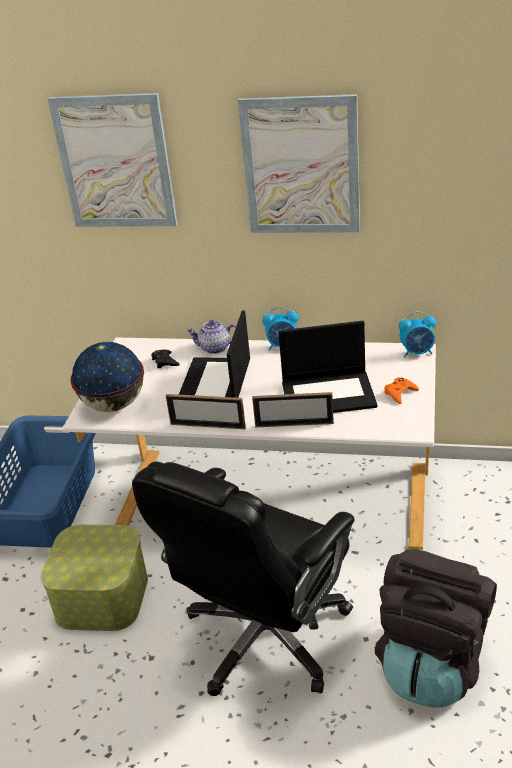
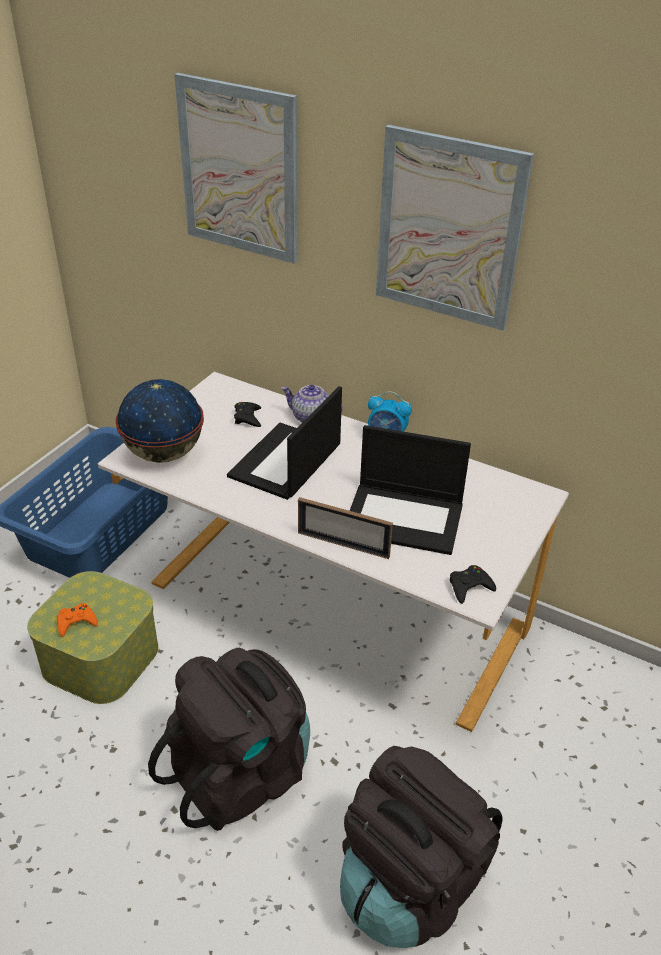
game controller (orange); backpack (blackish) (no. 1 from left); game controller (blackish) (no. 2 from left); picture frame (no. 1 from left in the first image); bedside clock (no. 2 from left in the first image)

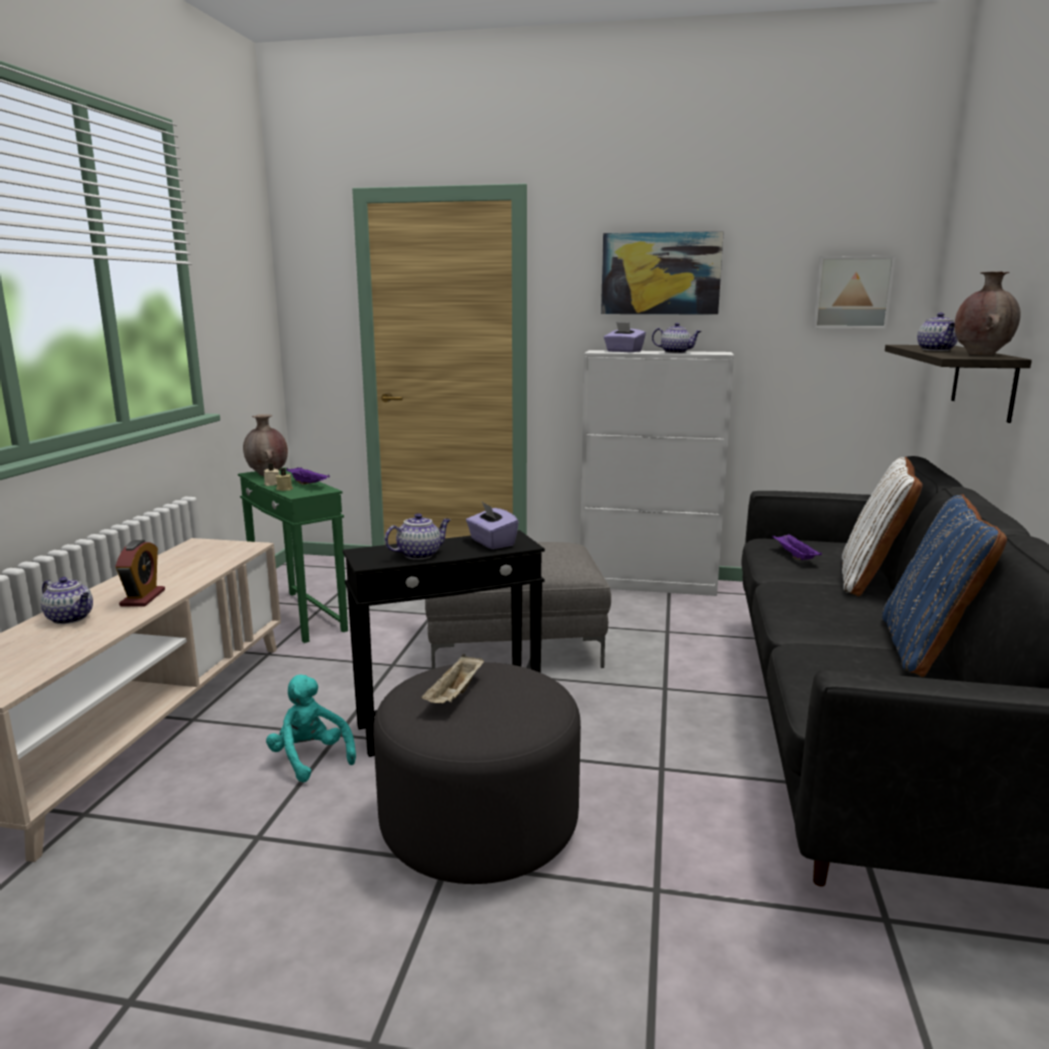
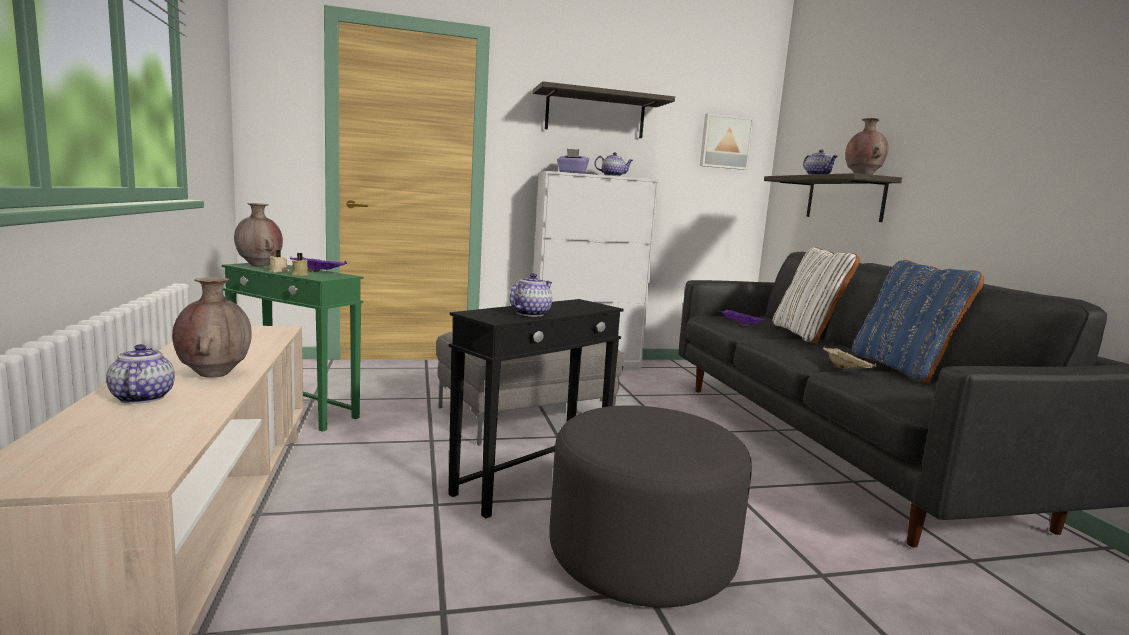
pot for tea (no. 1 from left); vase (brown-coloured) (no. 1 from left); shelf (no. 1 from left); serving tray (sand-coloured); plush toy (turquoise); box of tissues (purple-coloured) (no. 1 from left in the first image)

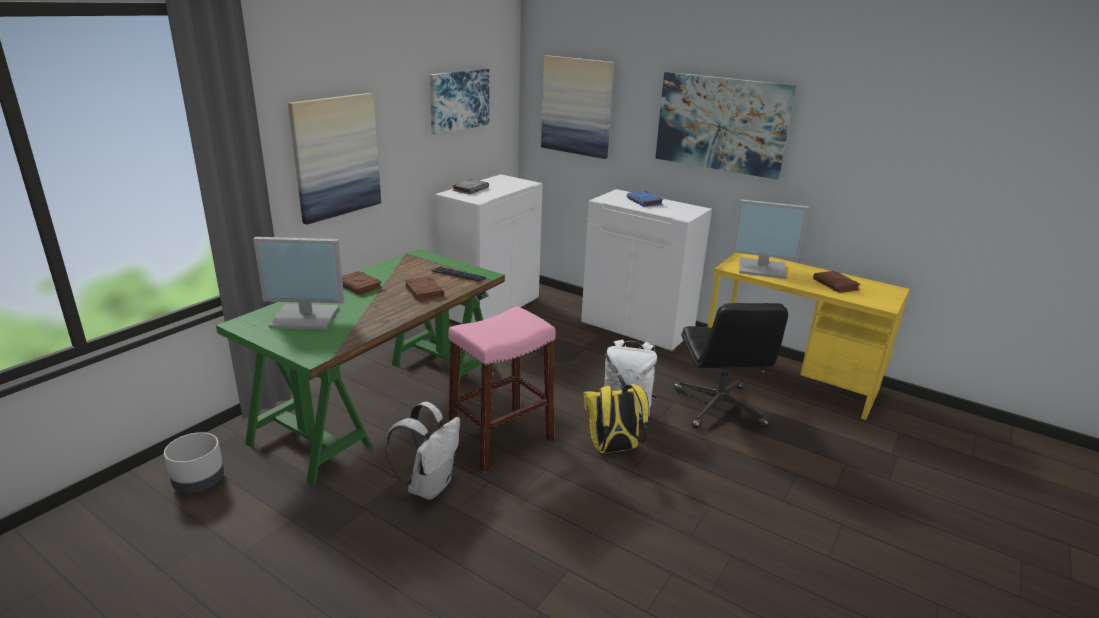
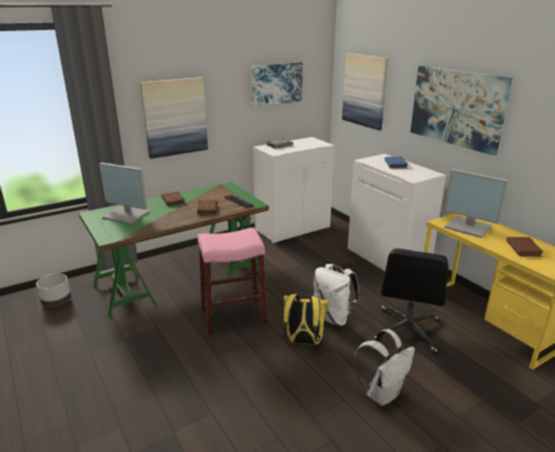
backpack (white-coloured) (no. 2 from left)

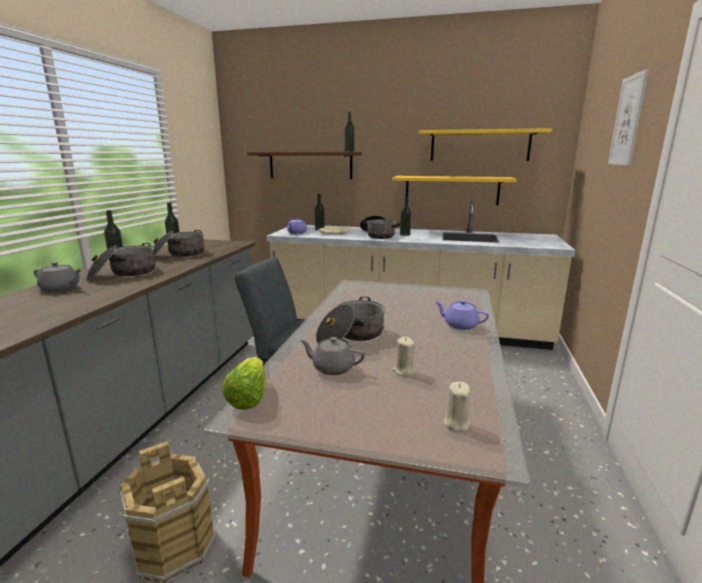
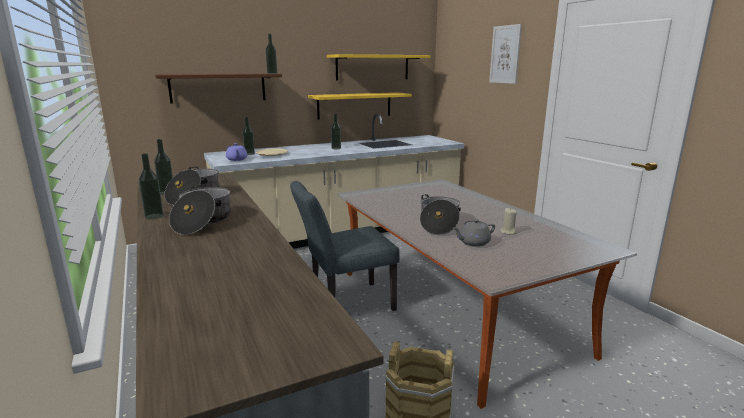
pot for tea (gray) (no. 1 from left in the first image); lettuce; stockpot (no. 4 from left in the first image); pot for tea (purple-coloured) (no. 2 from left in the first image); candle (sand-coloured) (no. 2 from left in the first image)

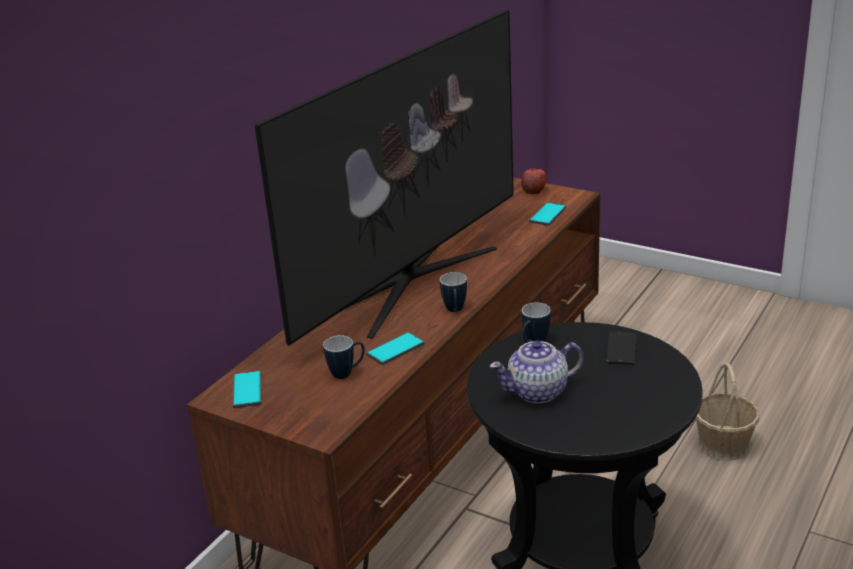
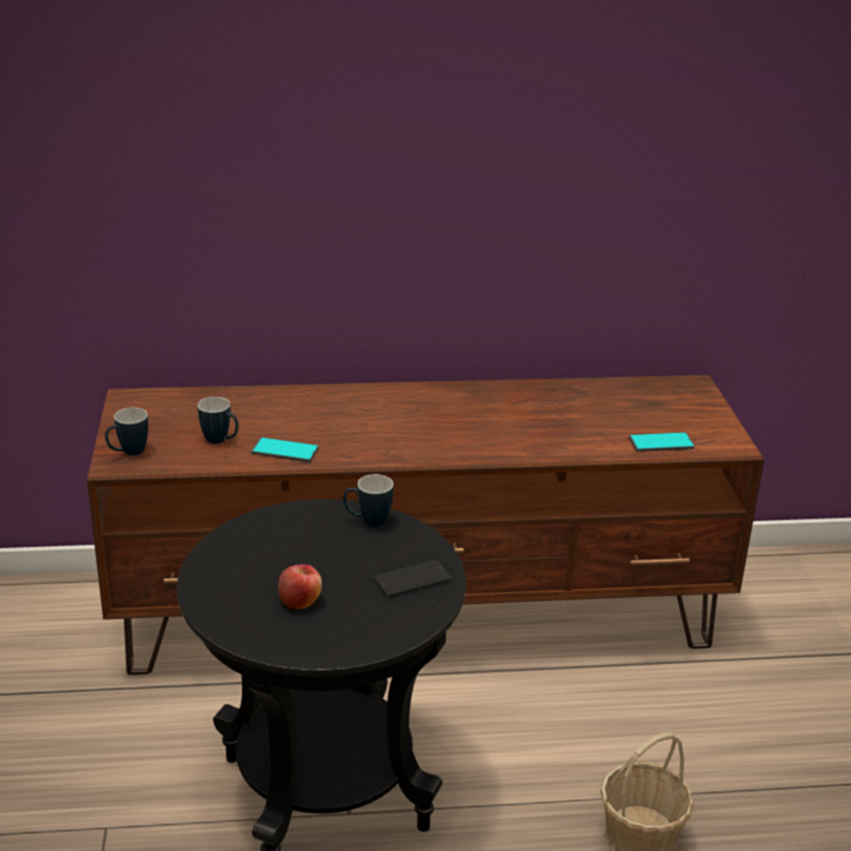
mug (no. 1 from left); whole apple; handset (no. 1 from left in the first image); television; pot for tea

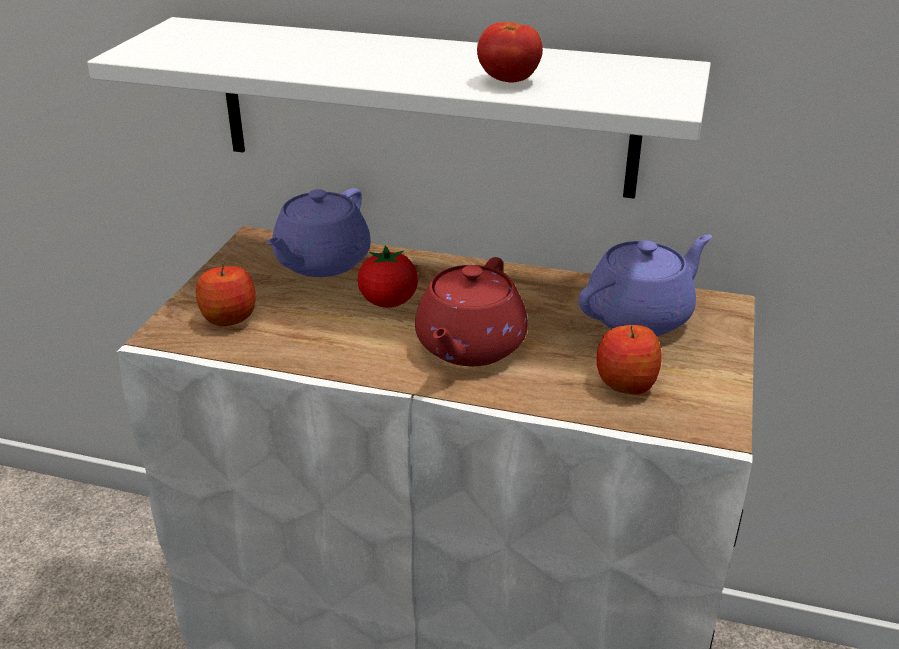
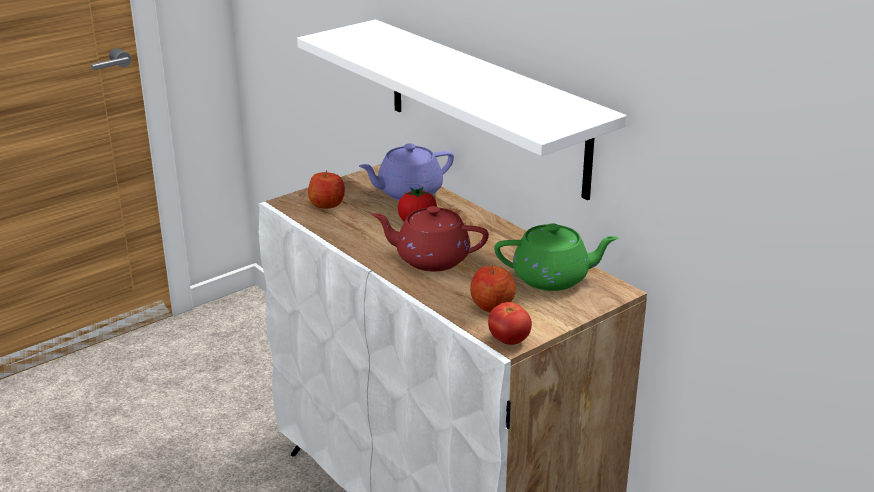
pot for tea (reddish); fresh tomato (no. 2 from left); pot for tea (greenish)

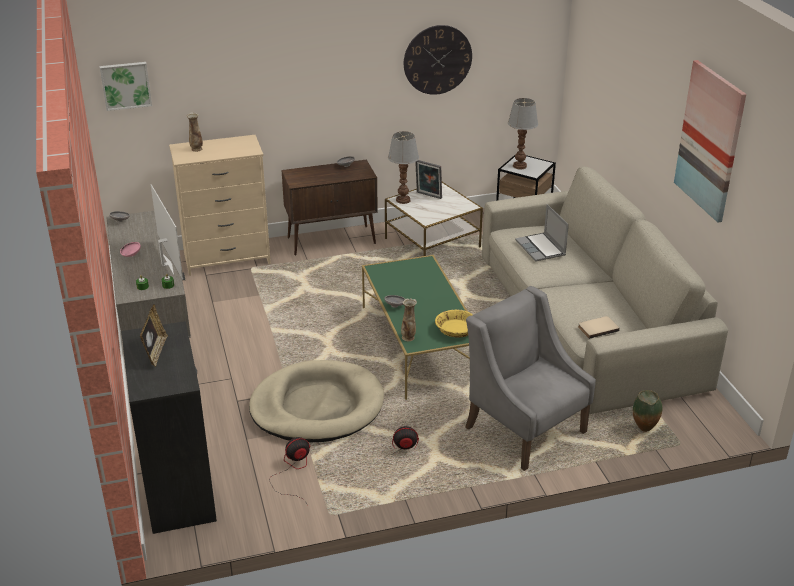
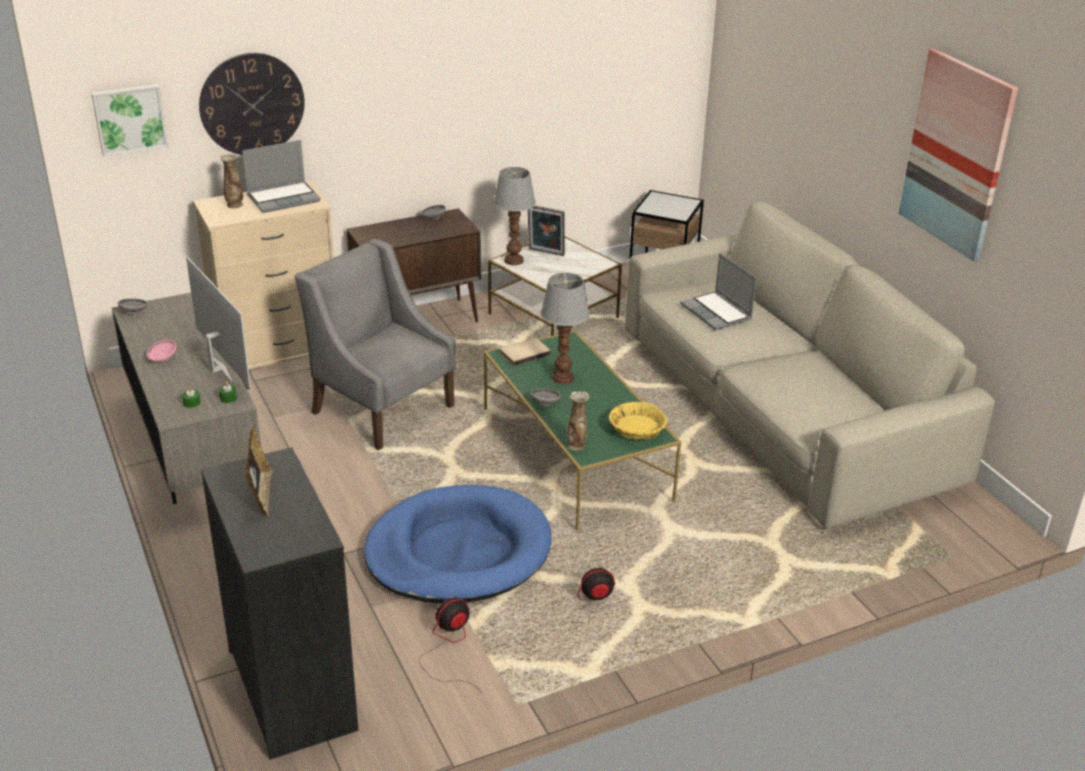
wall clock; portable computer (no. 1 from left); easy chair (gray); dog cushion (blue-coloured); bound book (sand-coloured); tabletop lamp (no. 2 from left); vase (no. 3 from left in the first image)

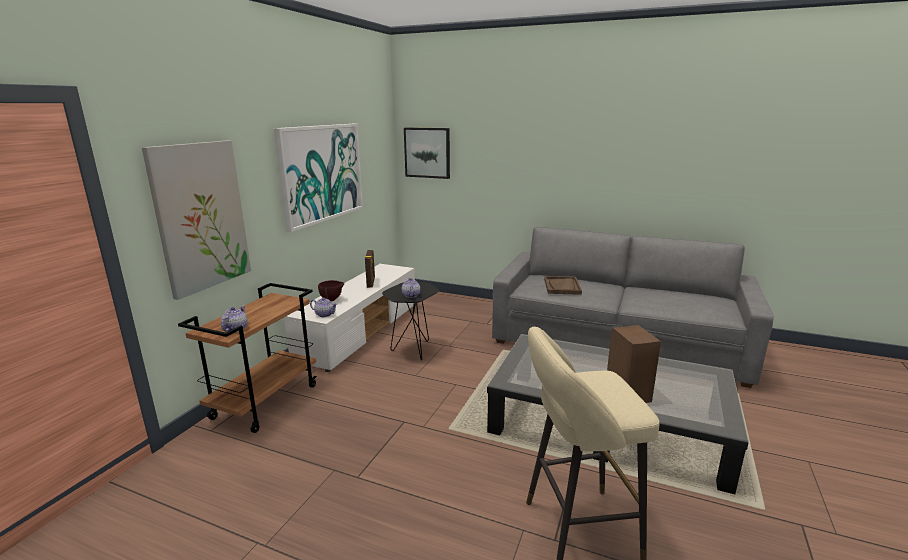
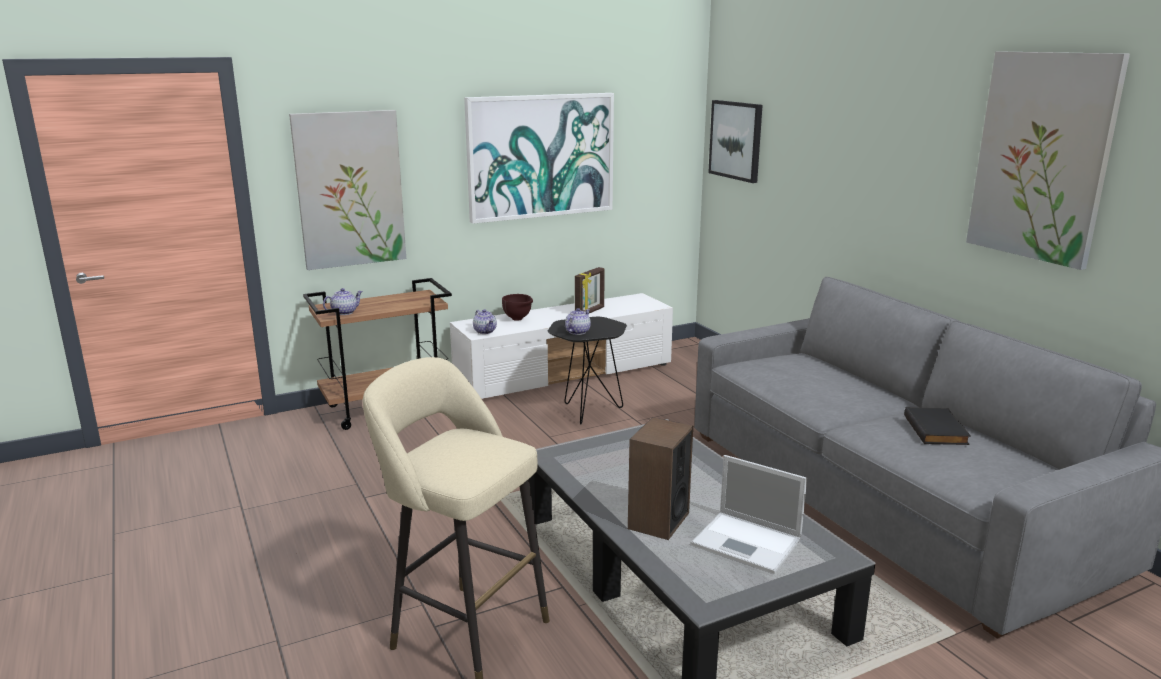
portable computer; bound book (blackish); wall picture (no. 4 from left); serving tray (brown-coloured)

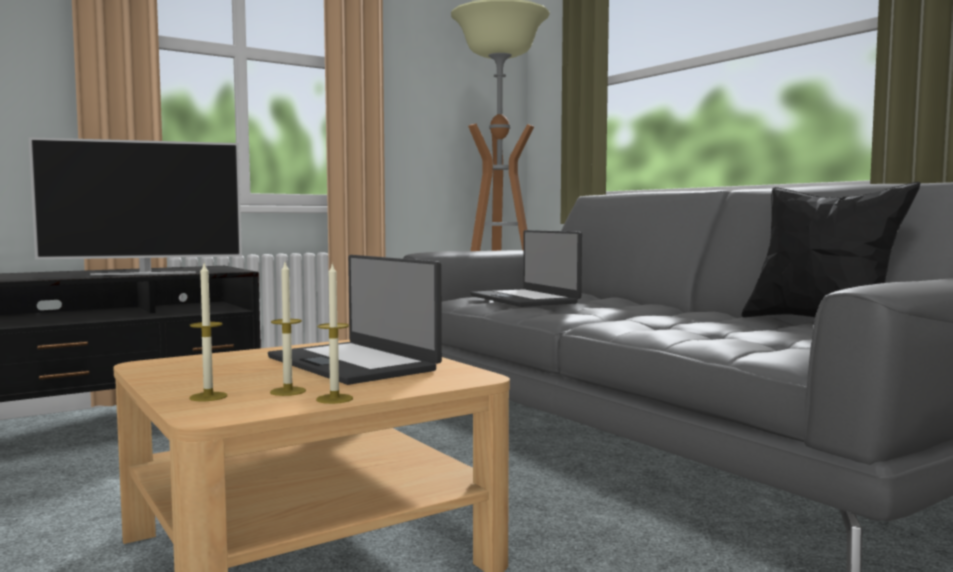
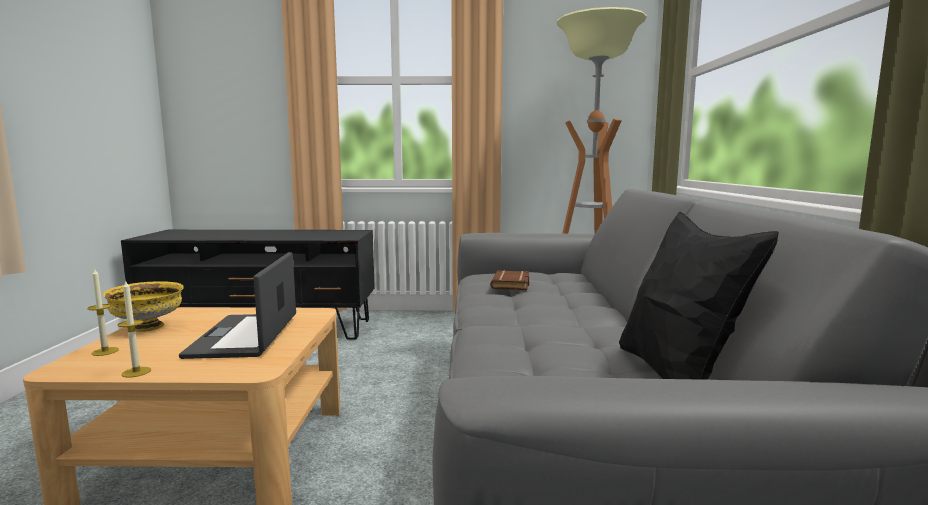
serving bowl (yellow); bound book (brown-coloured); television; candle (no. 2 from left in the first image)

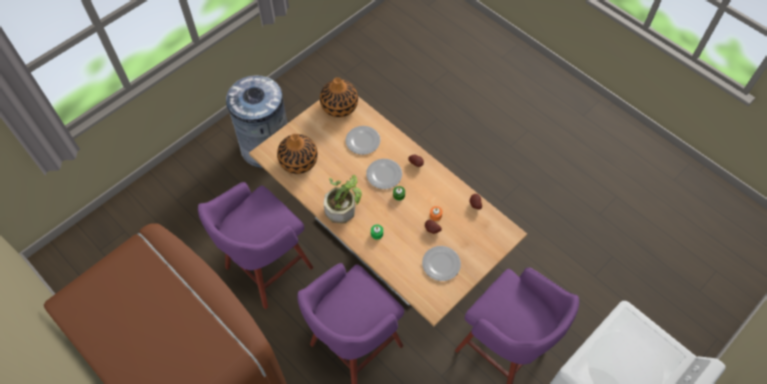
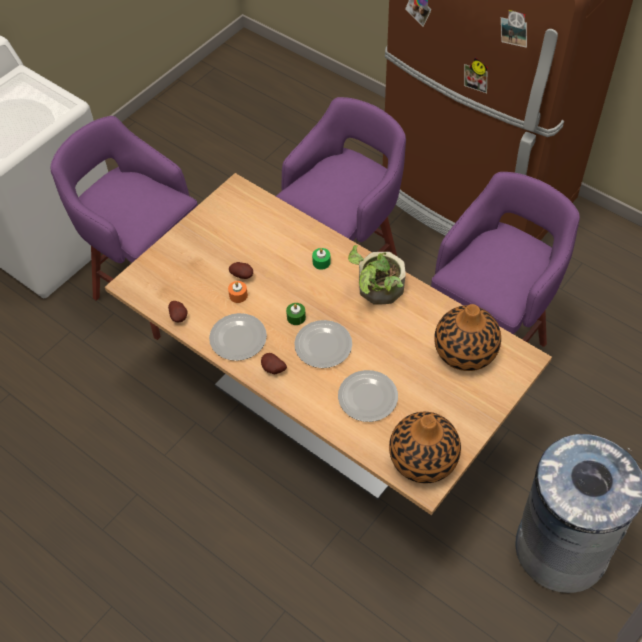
plate (no. 1 from left)

